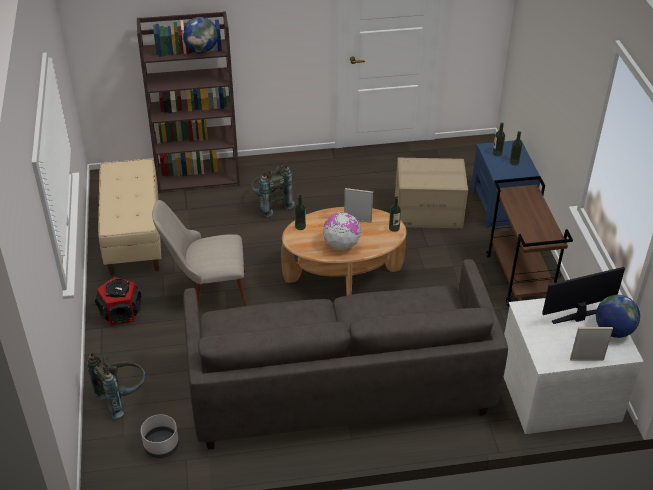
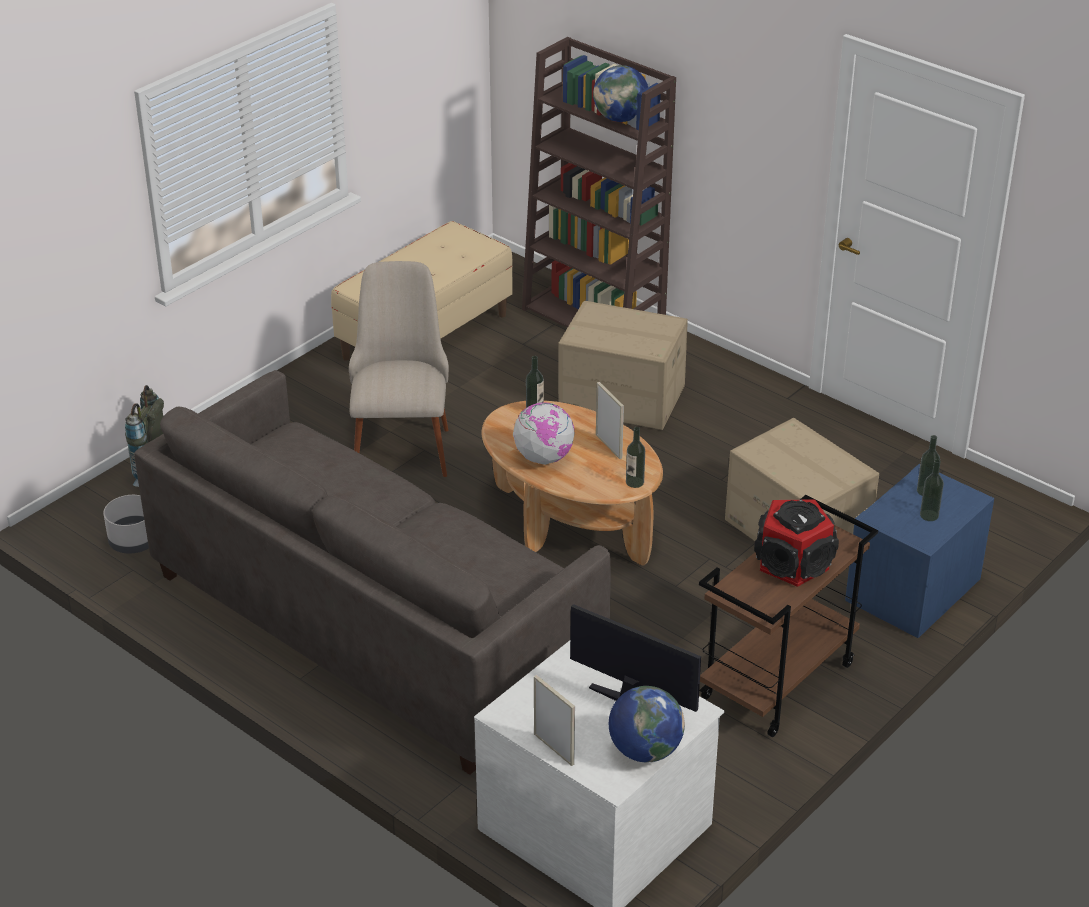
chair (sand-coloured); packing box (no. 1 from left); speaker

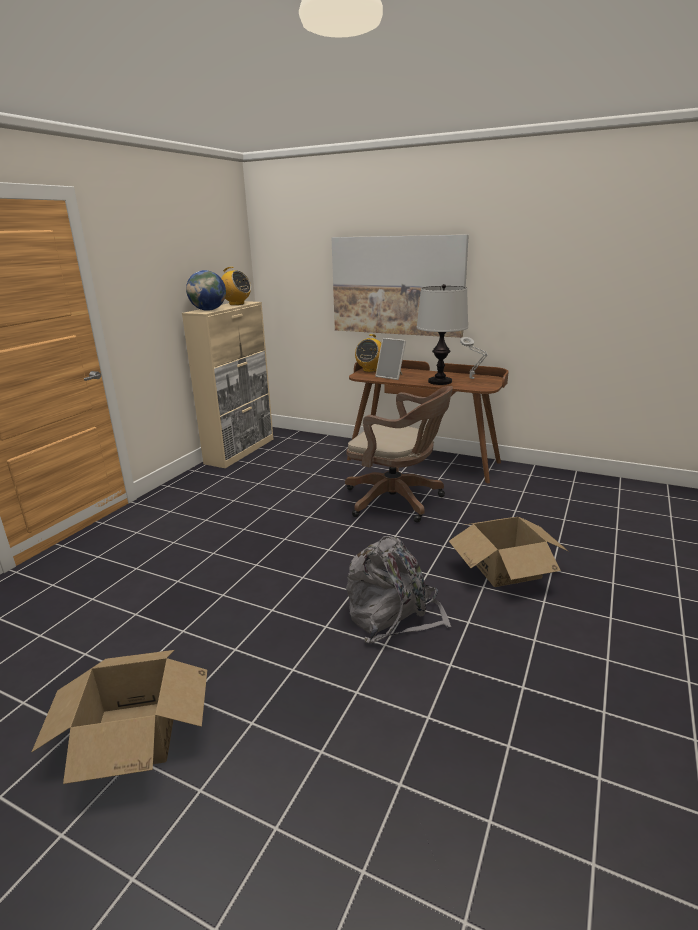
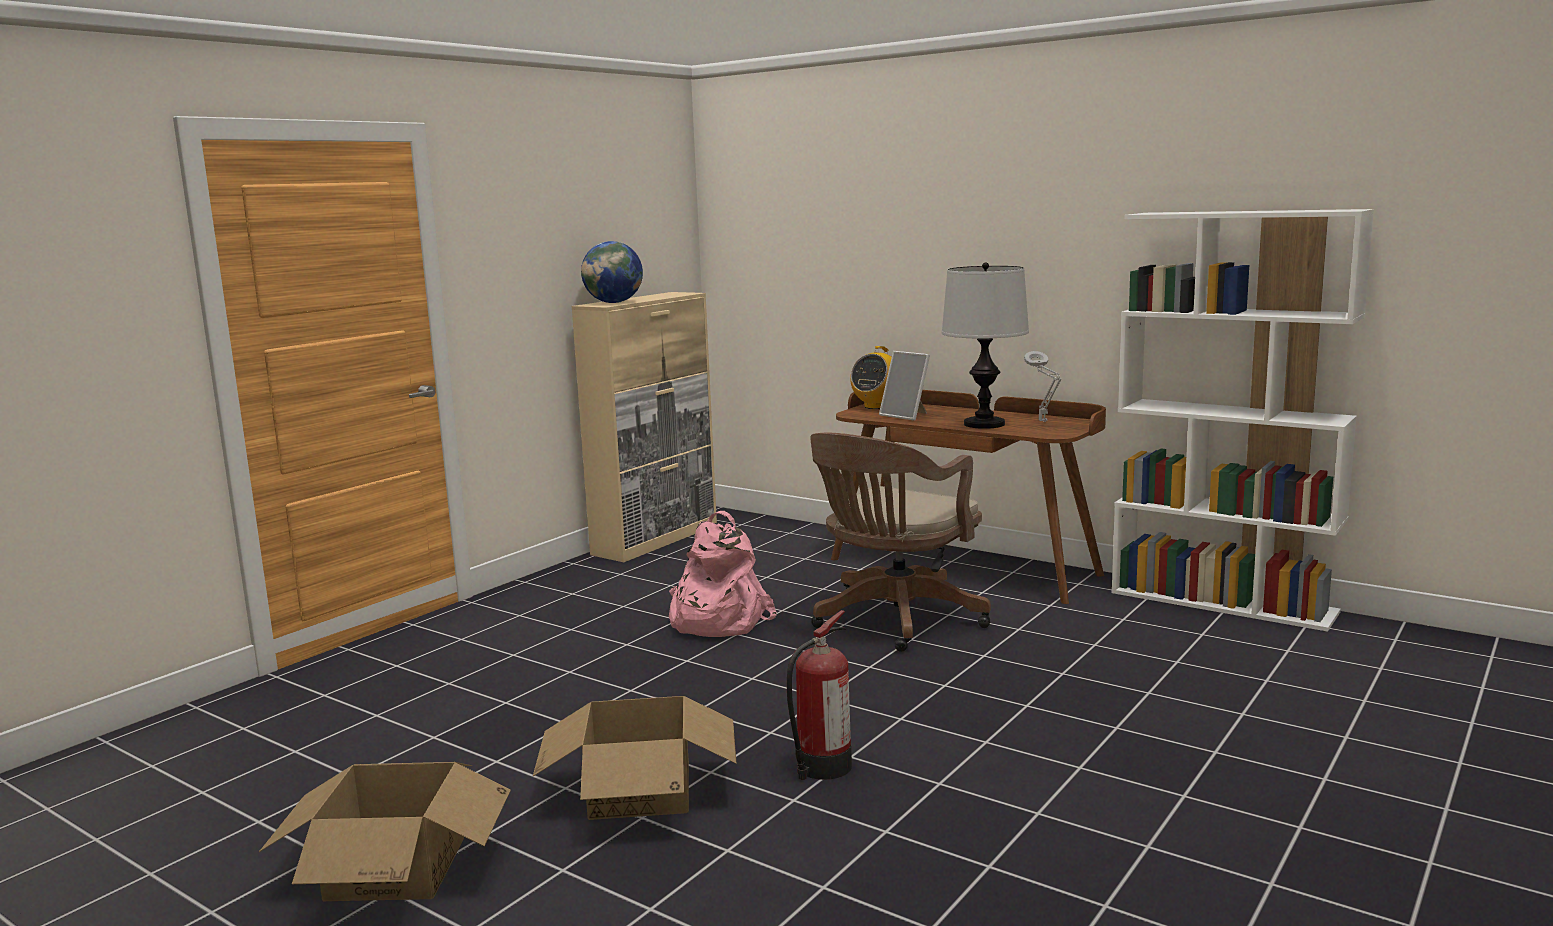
packing box (no. 2 from left); backpack (pinkish); fire extinguisher; office chair (brown-coloured); bookshelf (white-coloured); radio receiver (no. 1 from left in the first image); wall picture

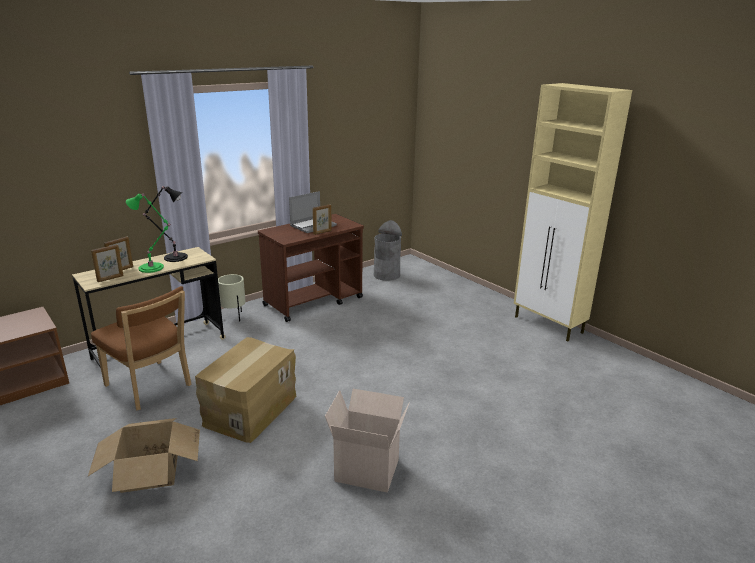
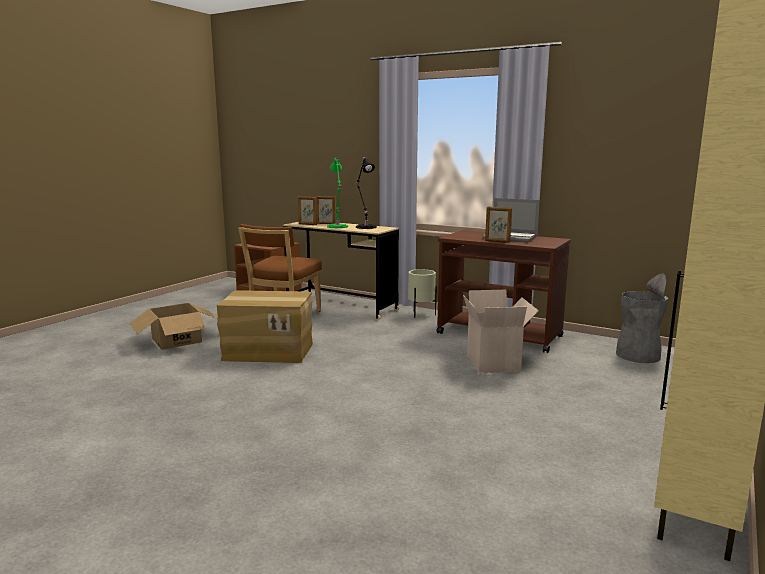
packing box (no. 3 from left)

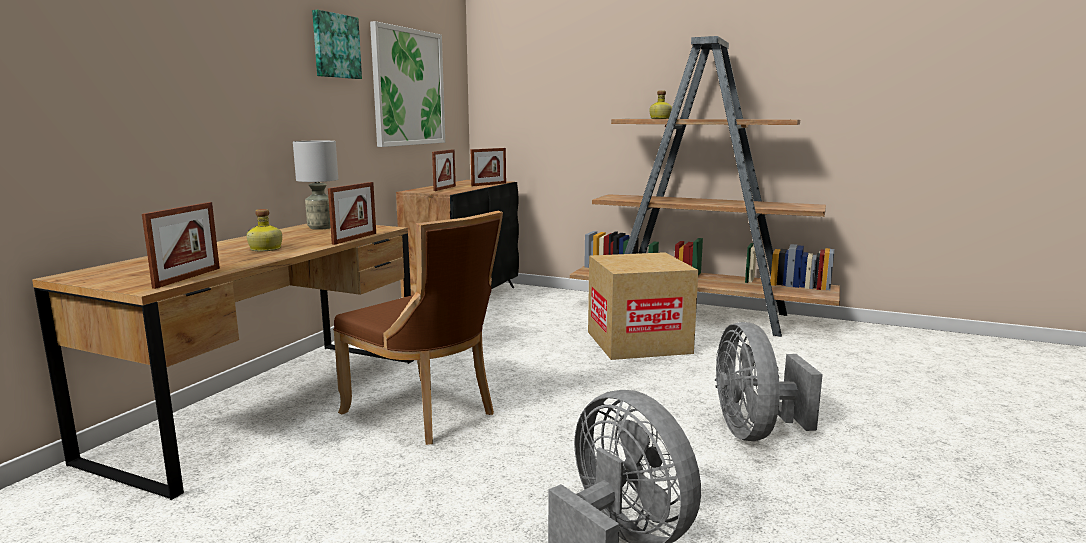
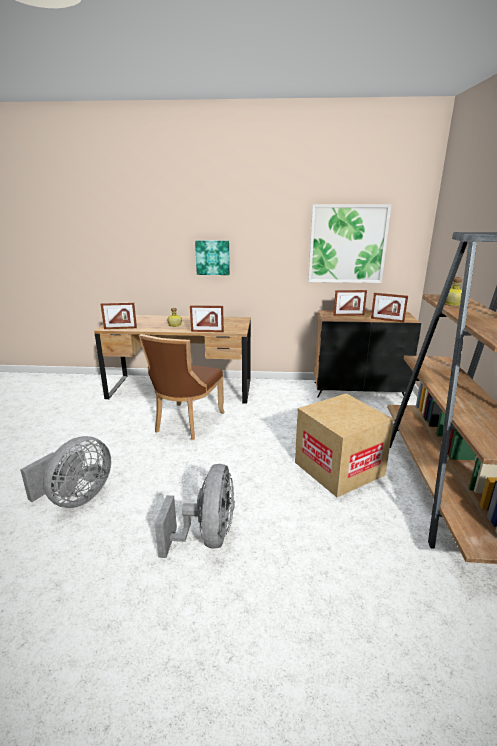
fan (gray) (no. 2 from left); wall picture (no. 1 from left); tabletop lamp (gray)

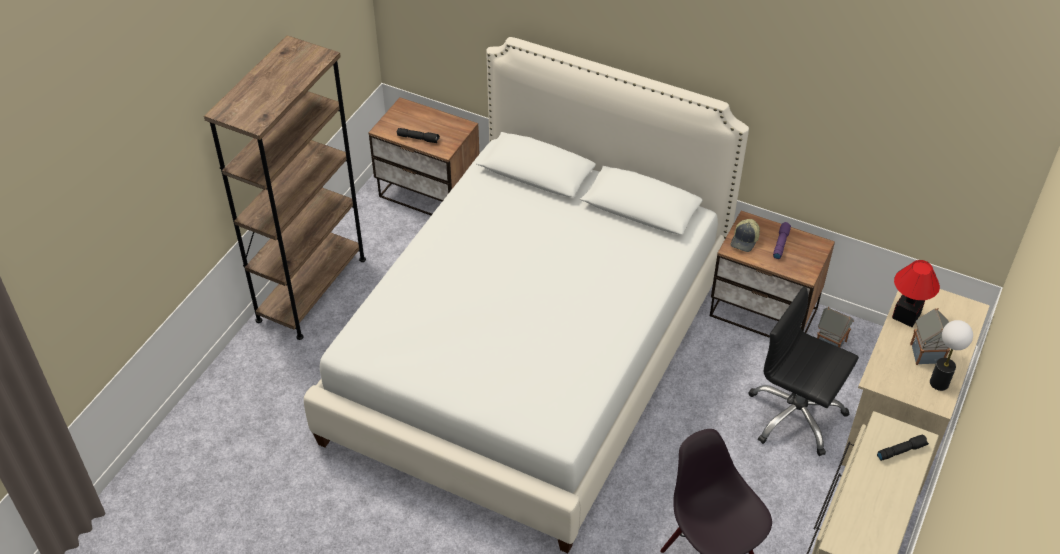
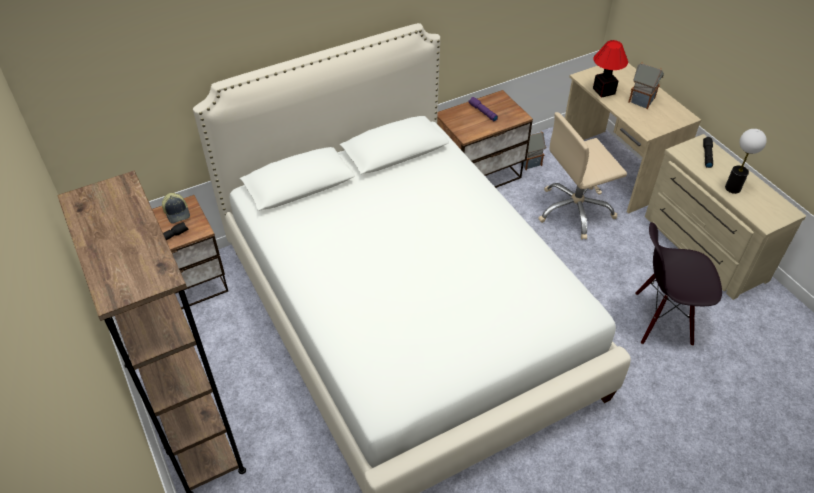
cap; office chair (sand-coloured); tabletop lamp (no. 2 from left)

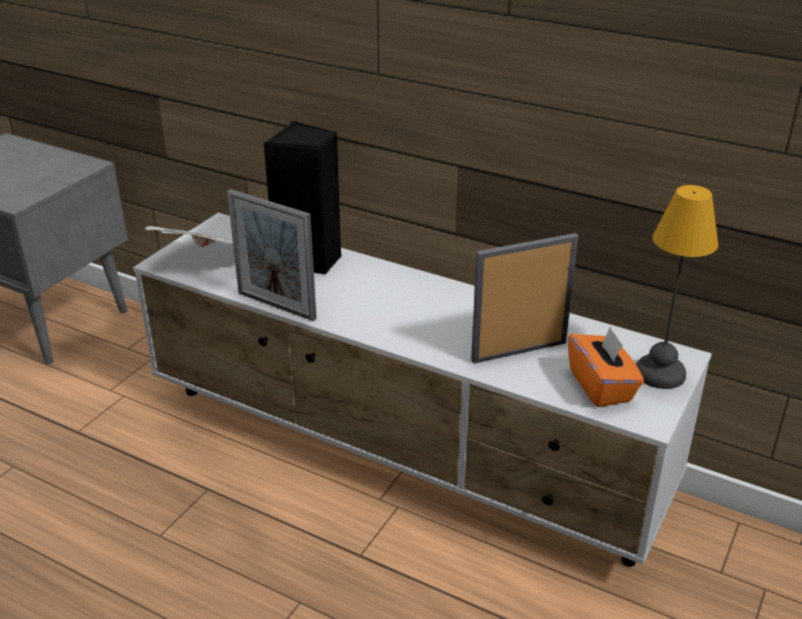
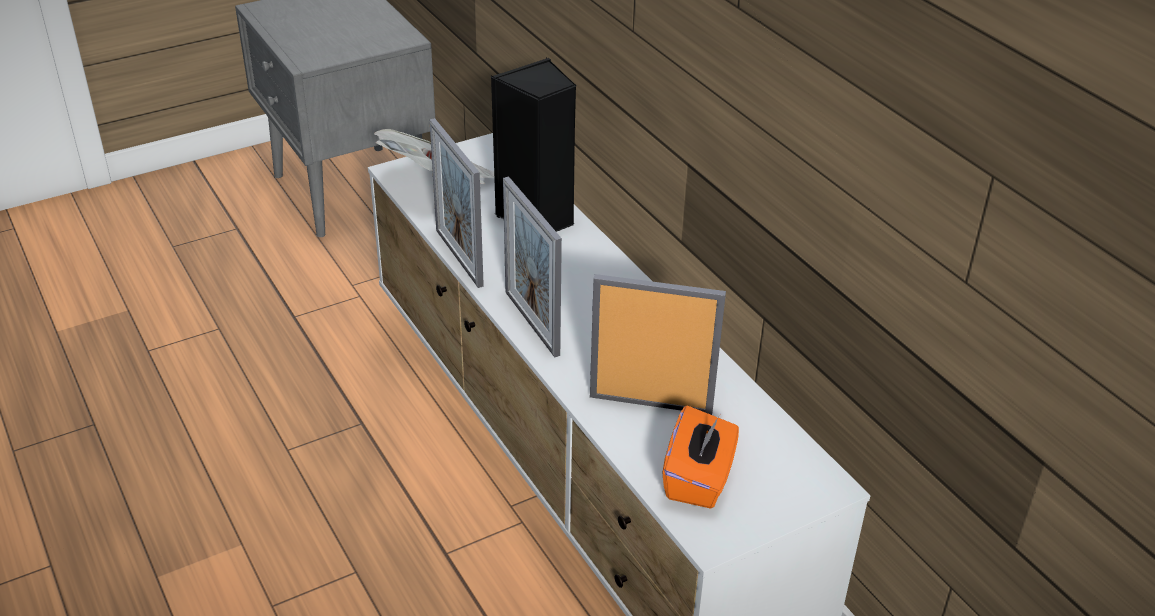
picture frame (no. 2 from left); tabletop lamp

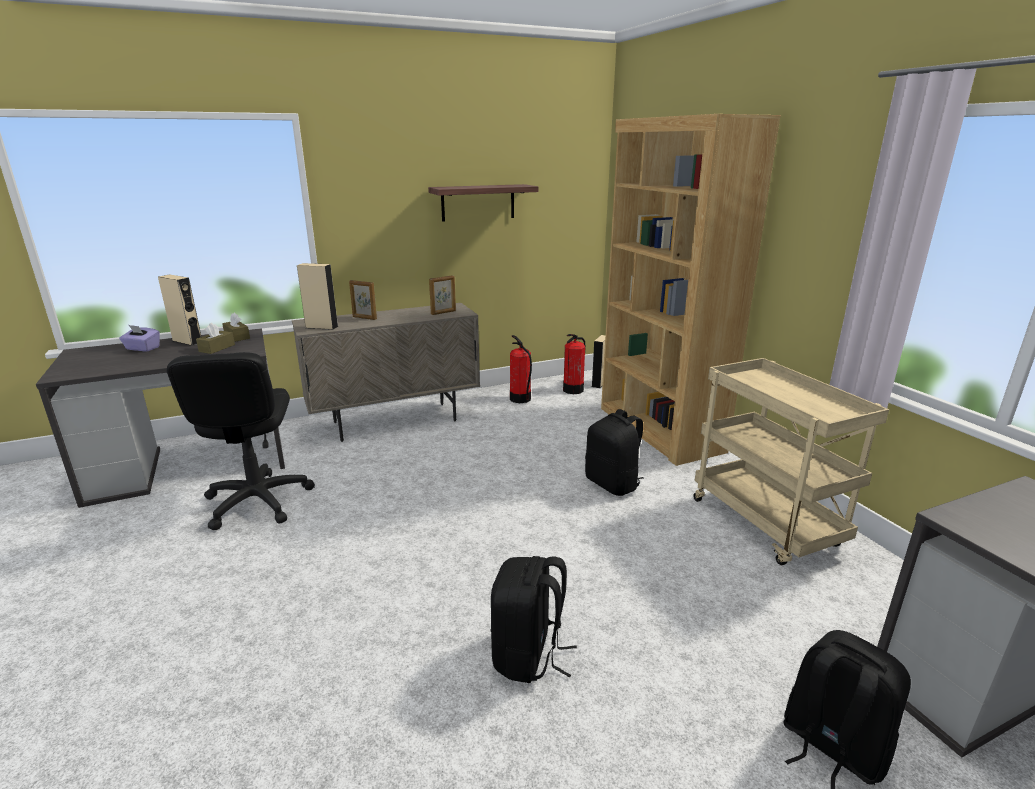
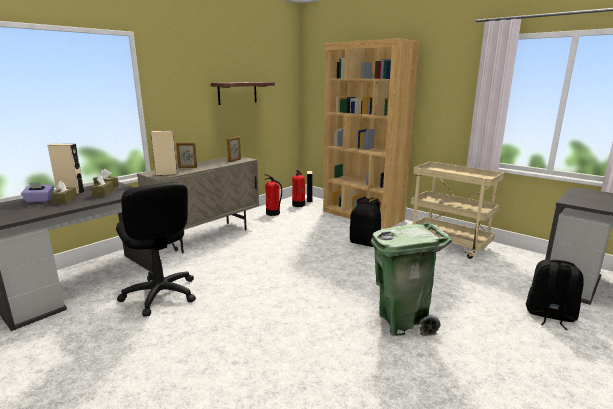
box of tissues (brown-coloured) (no. 1 from left); waste bin (greenish)

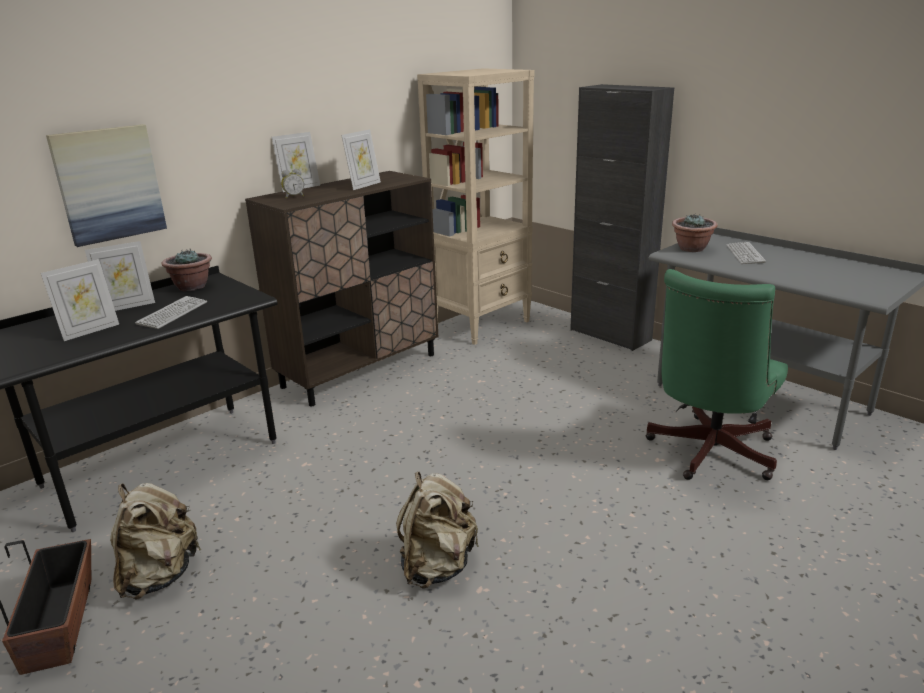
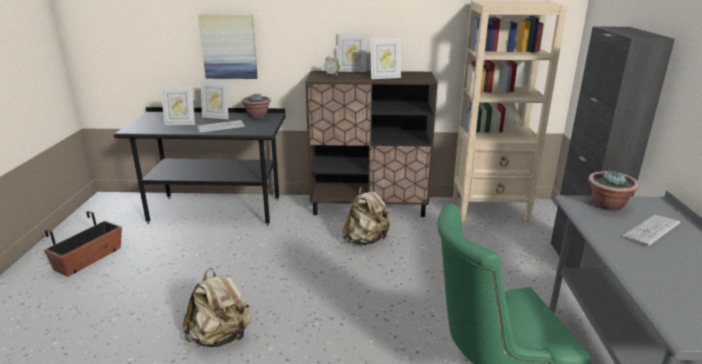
backpack (sand-coloured) (no. 2 from left)

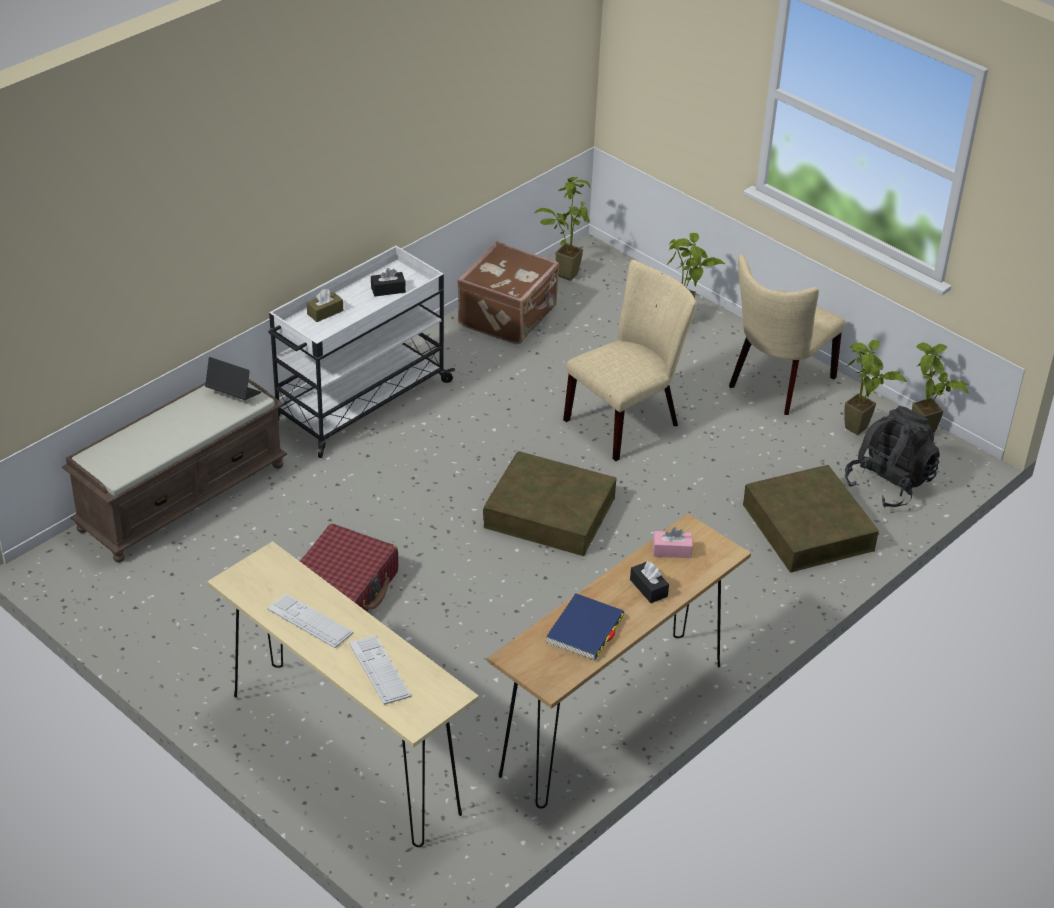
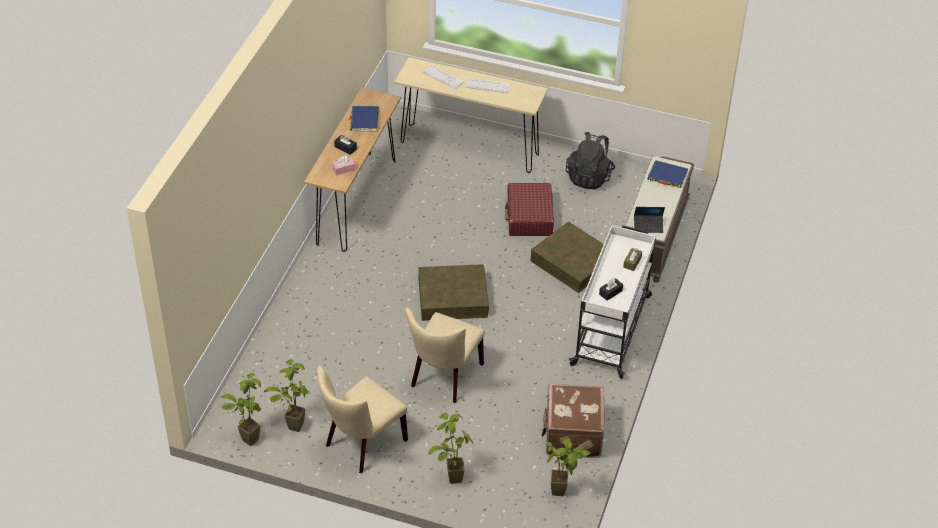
chair (sand-coloured) (no. 1 from left); storage container (brown-coloured) (no. 2 from left); backpack (blackish); bound book (blue-coloured) (no. 2 from left)

